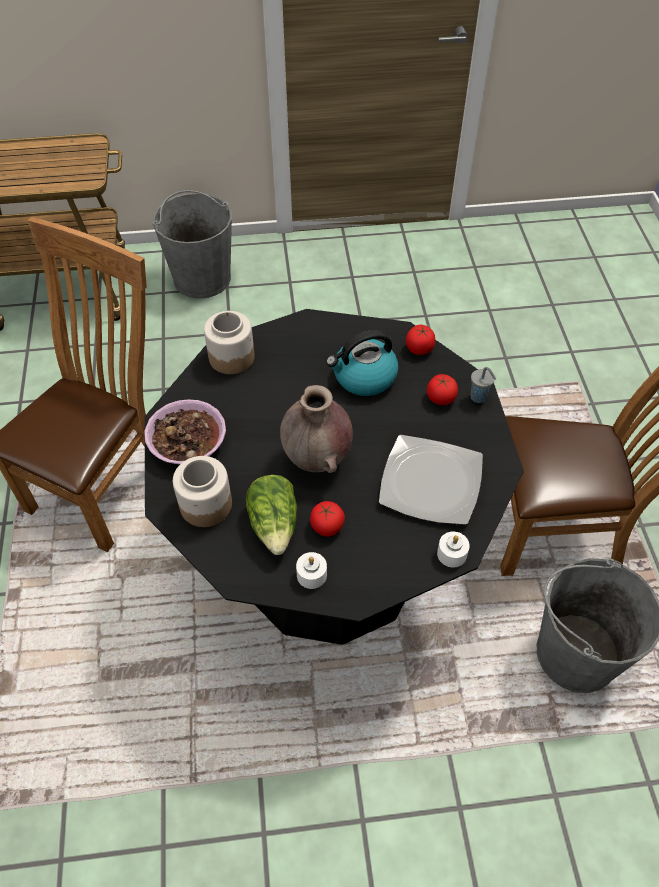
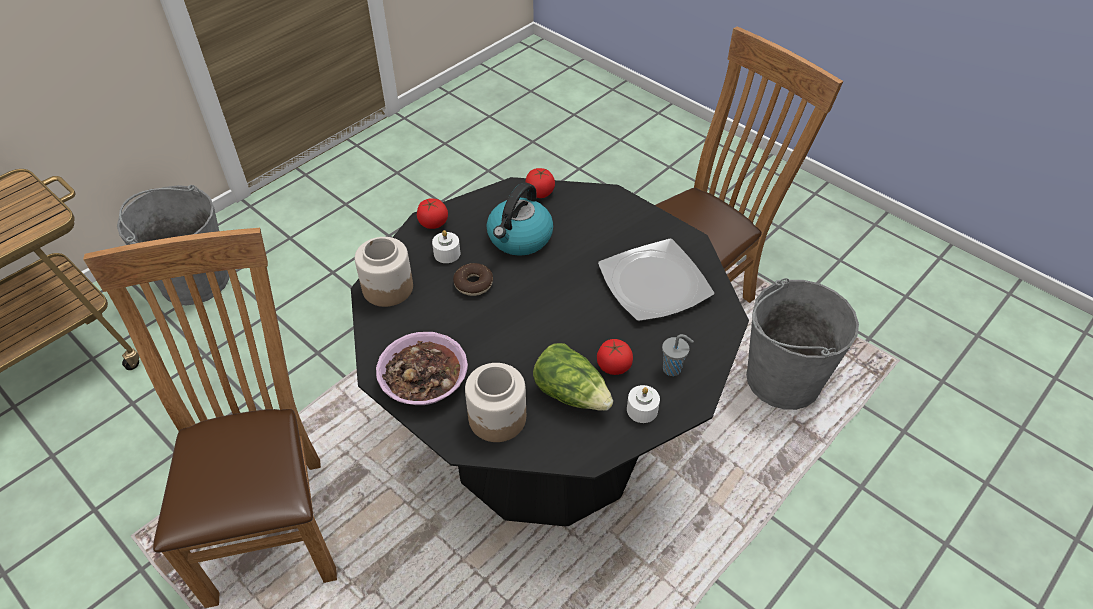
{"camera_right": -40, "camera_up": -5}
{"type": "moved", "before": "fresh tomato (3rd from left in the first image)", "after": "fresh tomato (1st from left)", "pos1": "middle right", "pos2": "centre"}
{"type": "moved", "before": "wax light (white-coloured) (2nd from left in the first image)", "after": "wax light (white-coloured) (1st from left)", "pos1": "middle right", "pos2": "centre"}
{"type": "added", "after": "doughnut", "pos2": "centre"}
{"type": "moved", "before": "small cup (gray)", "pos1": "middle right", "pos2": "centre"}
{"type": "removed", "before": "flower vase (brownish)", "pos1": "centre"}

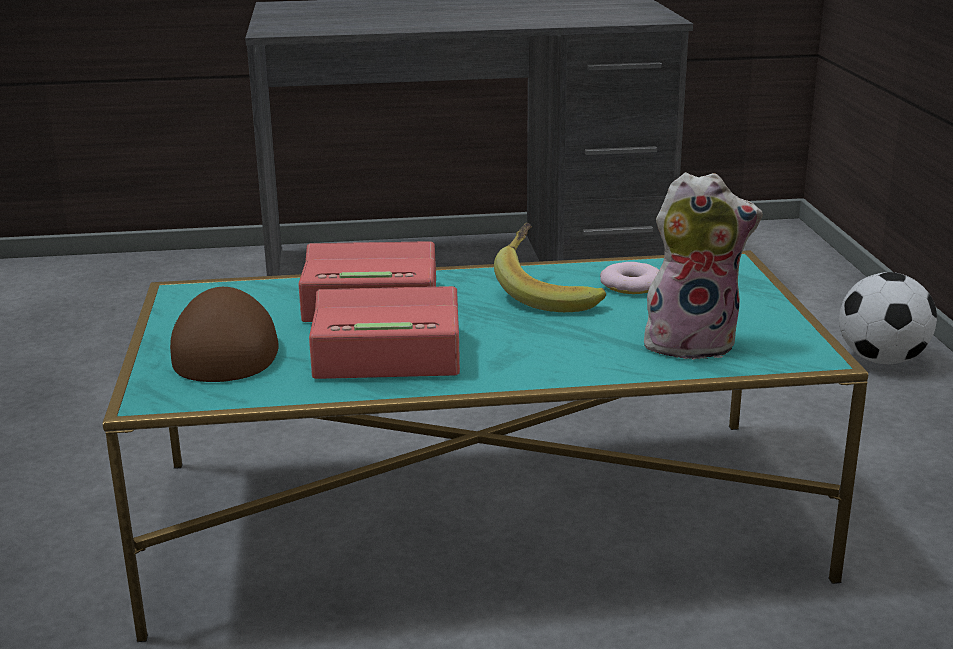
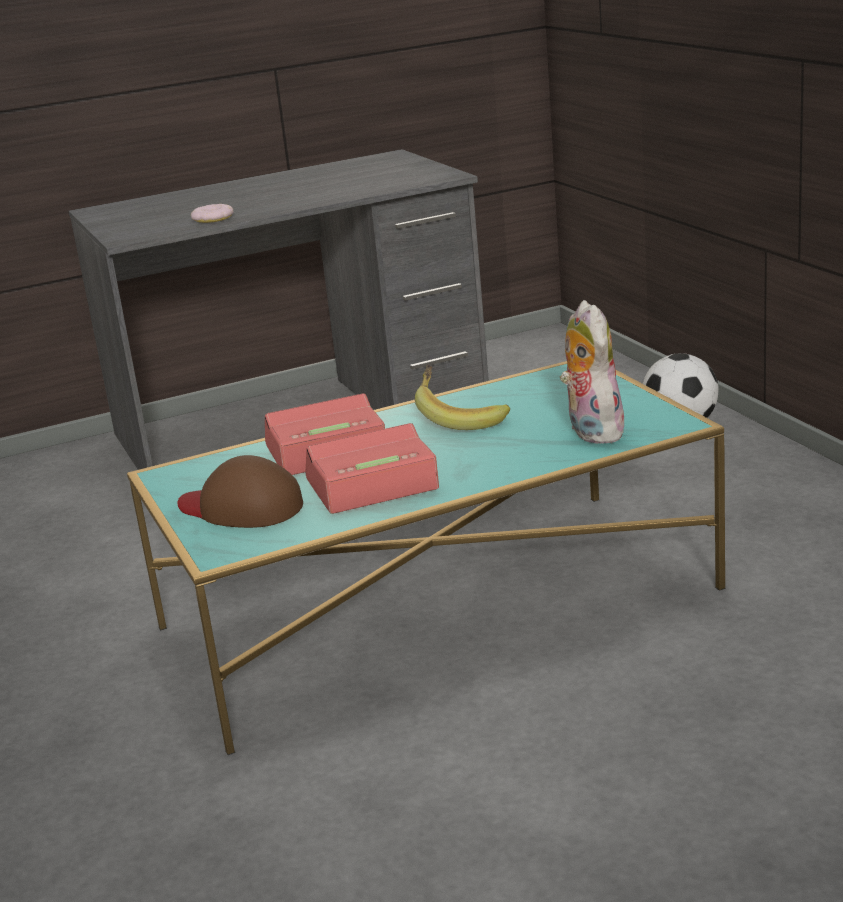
{"camera_right": -15, "camera_up": 0}
{"type": "turned", "before": "cap (brownish)", "pos1": "middle left", "pos2": "middle left", "turn": -45}
{"type": "moved", "before": "doughnut", "pos1": "centre", "pos2": "top left"}
{"type": "turned", "before": "plush toy", "pos1": "middle right", "pos2": "middle right", "turn": -90}

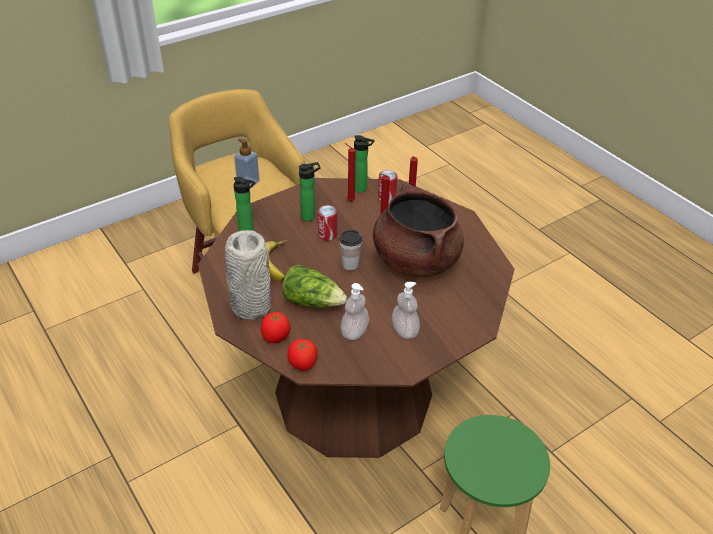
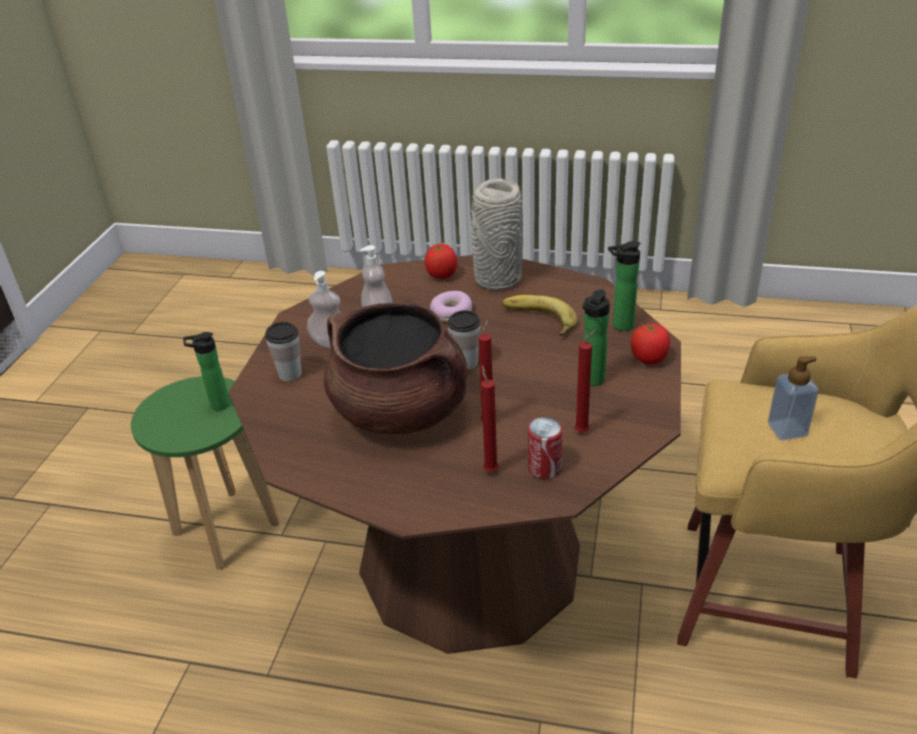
{"camera_right": 140, "camera_up": -5}
{"type": "moved", "before": "drink bottle (3rd from left in the first image)", "after": "drink bottle (1st from left)", "pos1": "top centre", "pos2": "middle left"}
{"type": "added", "after": "small cup (1st from left)", "pos2": "middle left"}
{"type": "replaced", "before": "head of lettuce", "after": "doughnut", "pos1": "centre", "pos2": "centre"}
{"type": "moved", "before": "fresh tomato (2nd from left)", "pos1": "centre", "pos2": "middle right"}
{"type": "removed", "before": "sealed can (1st from left)", "pos1": "centre"}

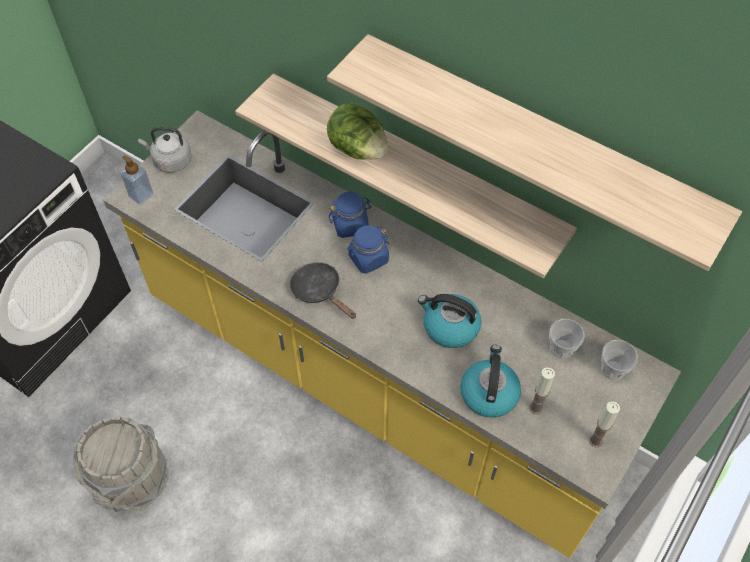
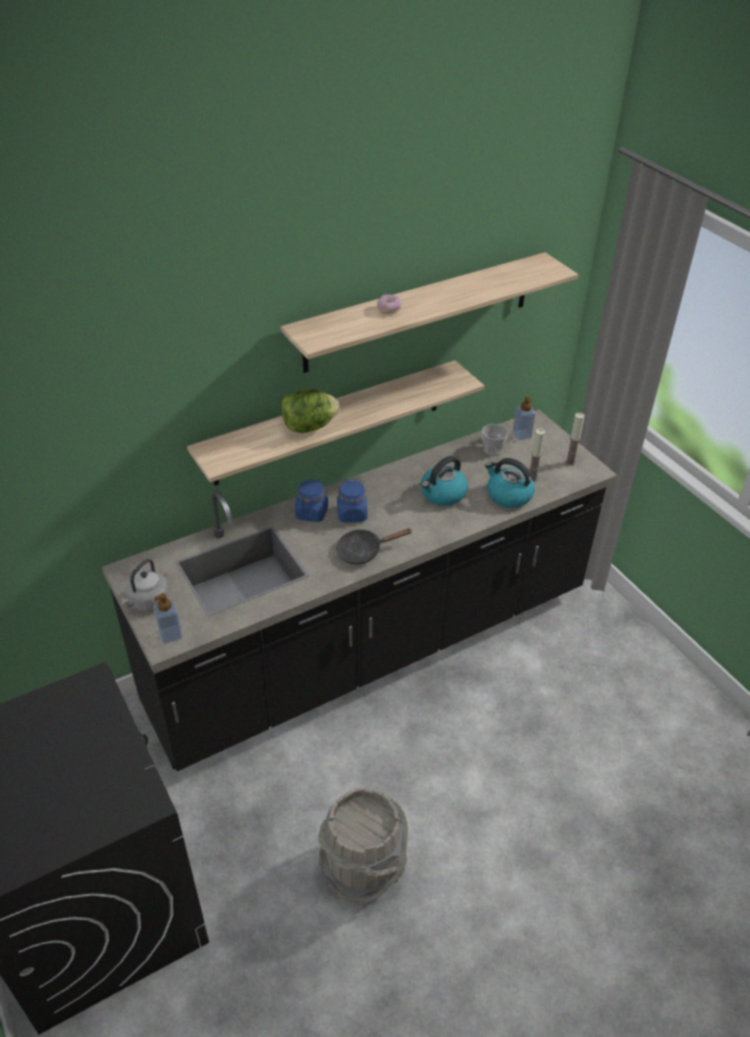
{"camera_right": -65, "camera_up": -15}
{"type": "recoloured", "before": "counter (yellow-coloured)", "after": "counter (blackish)", "pos1": "centre", "pos2": "centre"}
{"type": "added", "after": "doughnut", "pos2": "top centre"}
{"type": "replaced", "before": "small cup (2nd from left)", "after": "soap bottle (2nd from left)", "pos1": "middle right", "pos2": "middle right"}

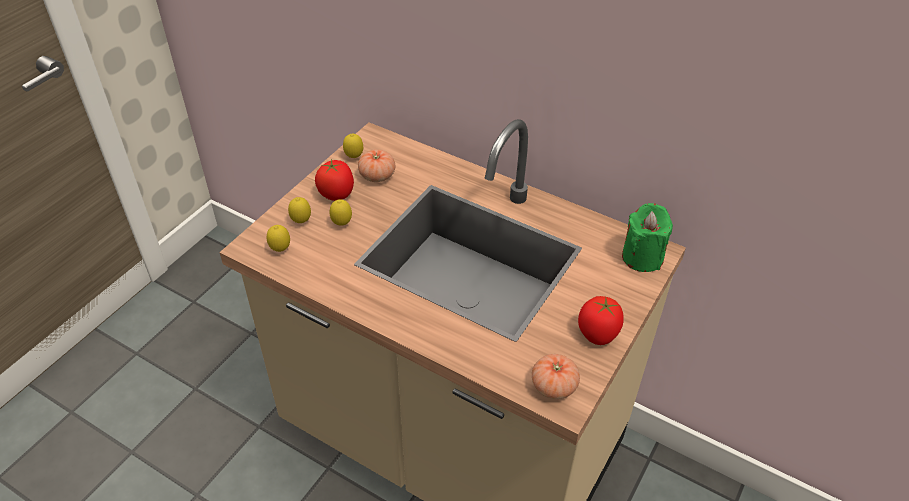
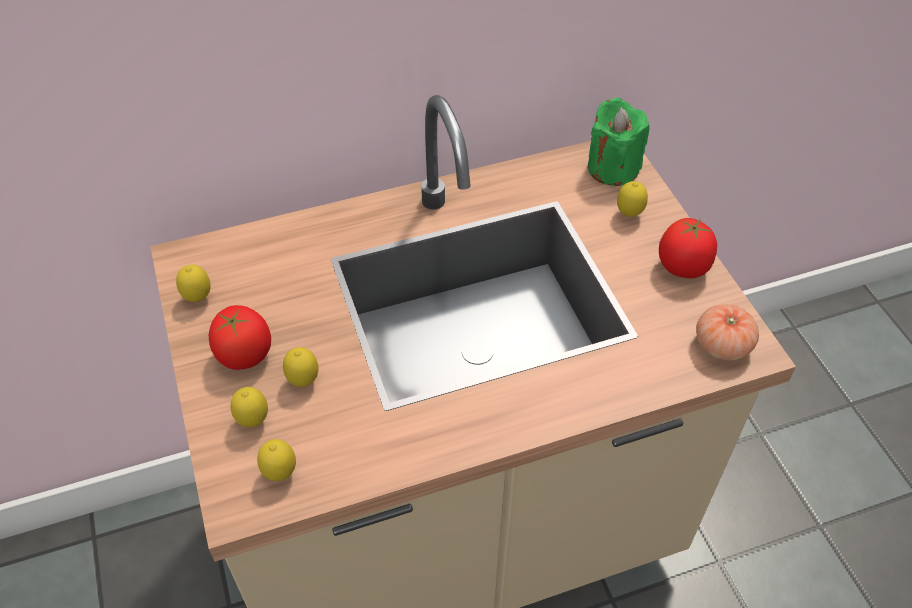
{"camera_right": -50, "camera_up": 5}
{"type": "added", "after": "lemon (5th from left)", "pos2": "top right"}
{"type": "removed", "before": "fresh tomato (2nd from left)", "pos1": "top centre"}

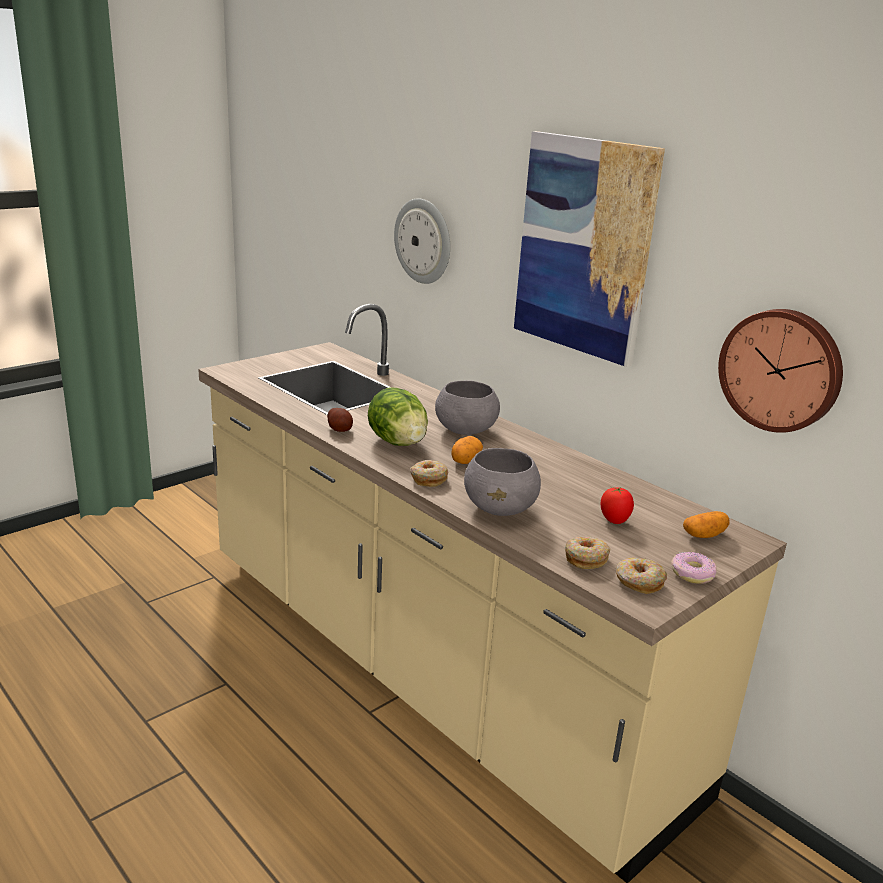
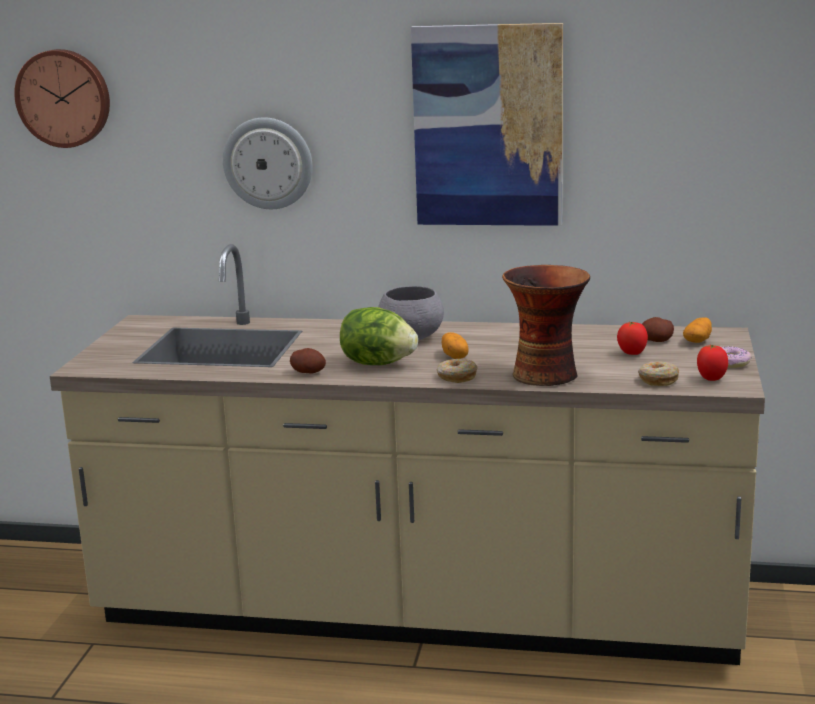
{"camera_right": -35, "camera_up": -5}
{"type": "moved", "before": "hanging clock (2nd from left in the first image)", "after": "hanging clock (1st from left)", "pos1": "middle right", "pos2": "top left"}
{"type": "replaced", "before": "bowl (gray) (2nd from left)", "after": "flower vase", "pos1": "centre", "pos2": "middle right"}
{"type": "added", "after": "spud (3rd from left)", "pos2": "middle right"}
{"type": "replaced", "before": "doughnut (3rd from left)", "after": "fresh tomato (2nd from left)", "pos1": "middle right", "pos2": "middle right"}

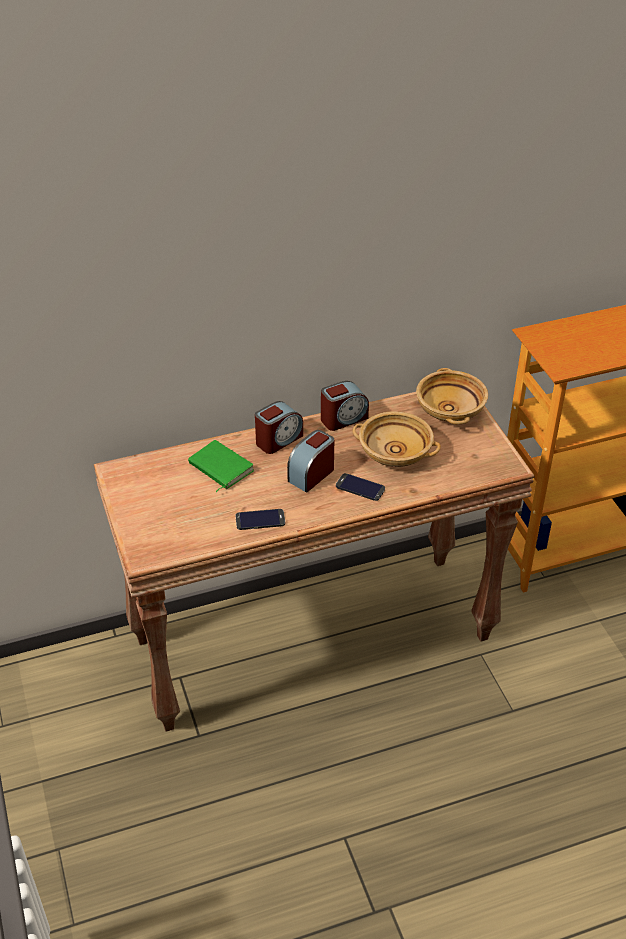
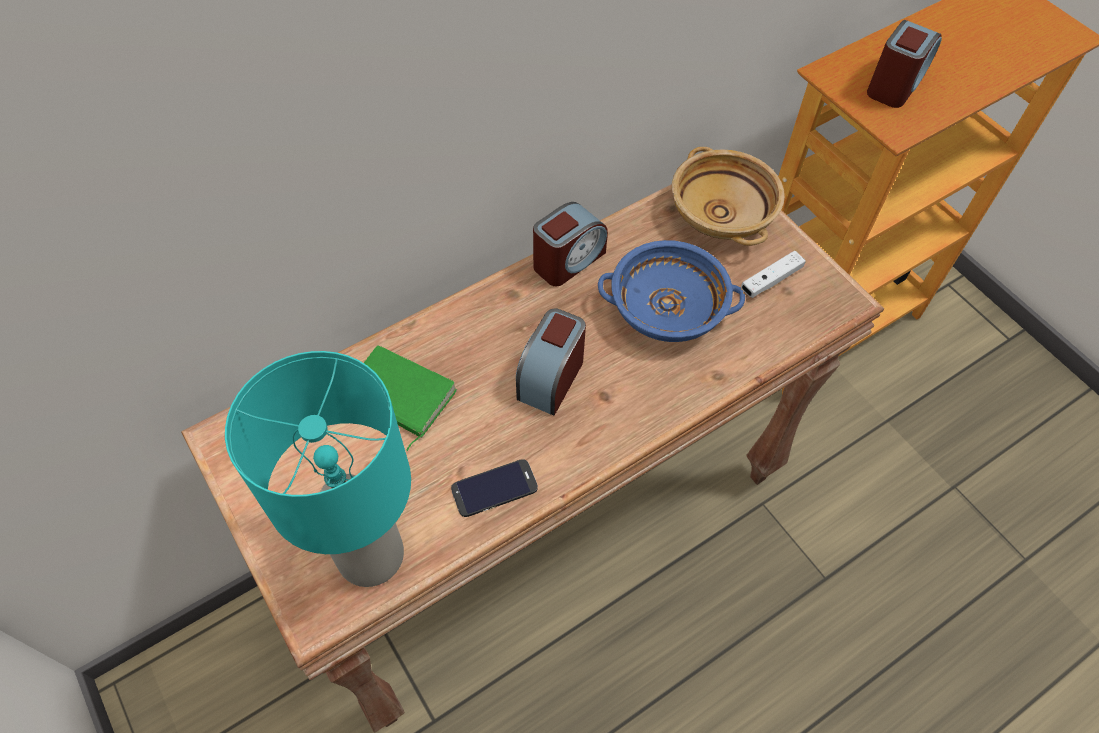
{"camera_right": -15, "camera_up": 15}
{"type": "added", "after": "tabletop lamp (turquoise)", "pos2": "middle left"}
{"type": "recoloured", "before": "bowl (beige) (1st from left)", "after": "bowl (blue-coloured)", "pos1": "centre", "pos2": "centre"}
{"type": "added", "after": "game controller (white-coloured)", "pos2": "middle right"}
{"type": "moved", "before": "alarm clock (1st from left in the first image)", "after": "alarm clock (3rd from left)", "pos1": "centre", "pos2": "top right"}
{"type": "removed", "before": "phone (2nd from left)", "pos1": "centre"}

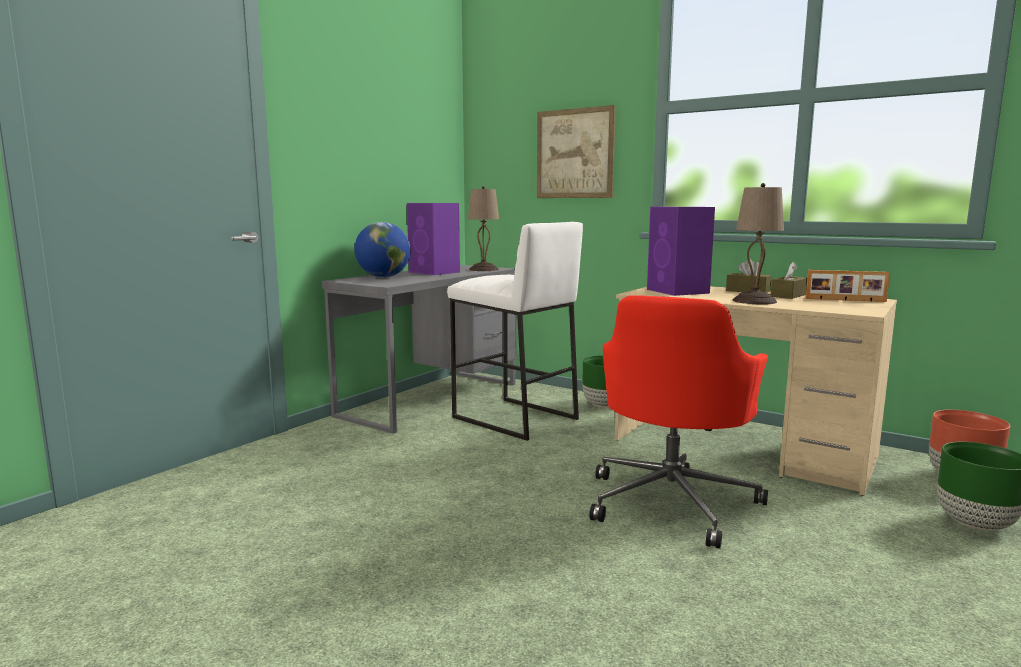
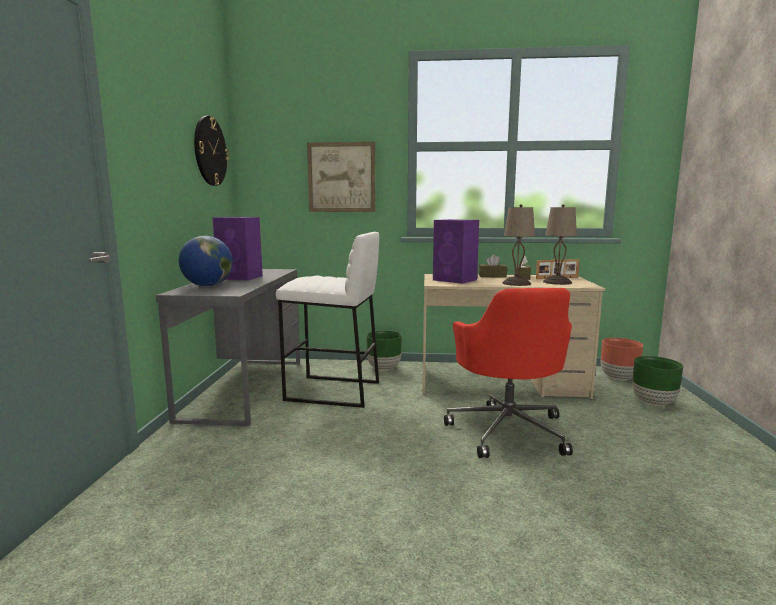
{"camera_right": -30, "camera_up": 0}
{"type": "added", "after": "hanging clock", "pos2": "top left"}
{"type": "moved", "before": "tabletop lamp (beige) (1st from left in the first image)", "after": "tabletop lamp (beige) (2nd from left)", "pos1": "centre", "pos2": "middle right"}

